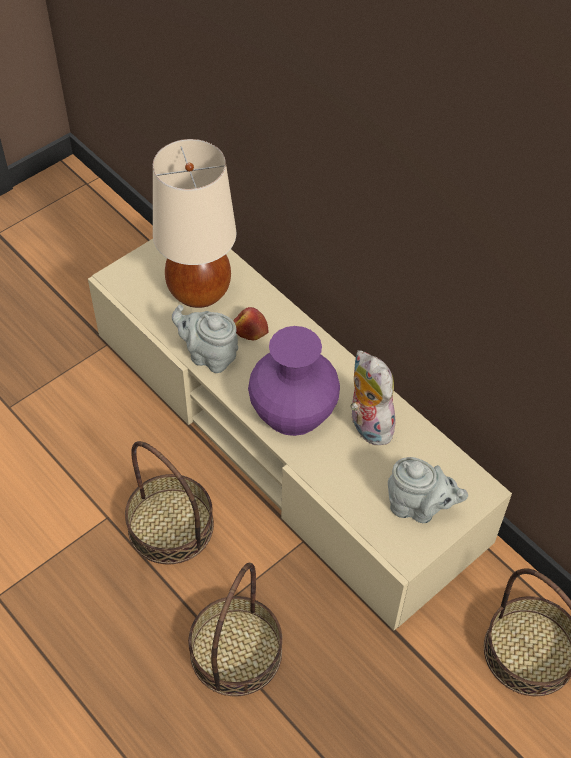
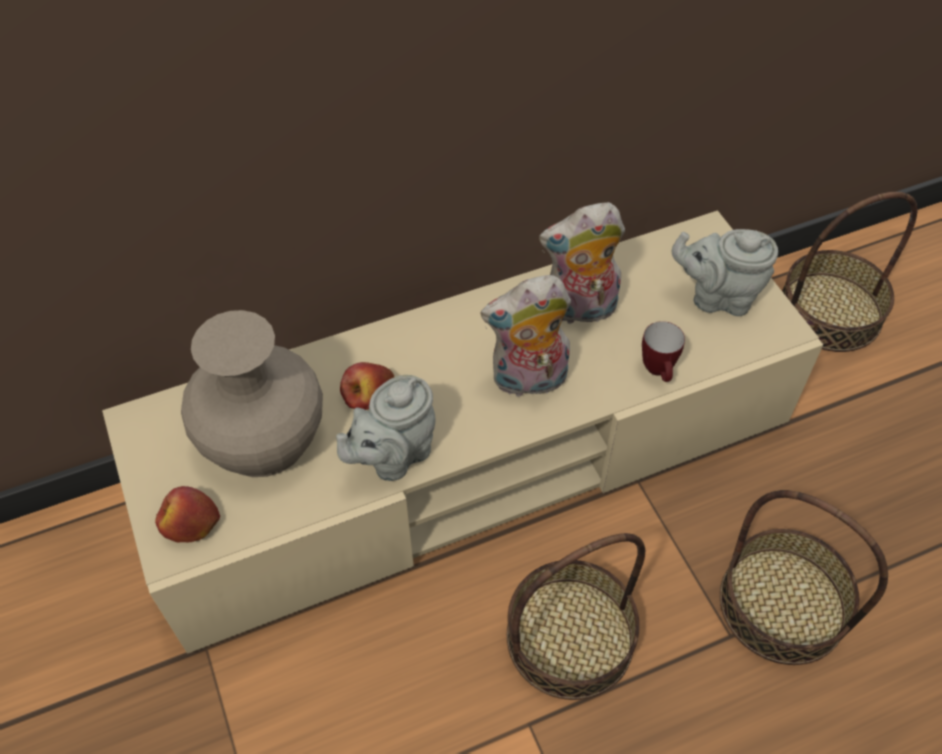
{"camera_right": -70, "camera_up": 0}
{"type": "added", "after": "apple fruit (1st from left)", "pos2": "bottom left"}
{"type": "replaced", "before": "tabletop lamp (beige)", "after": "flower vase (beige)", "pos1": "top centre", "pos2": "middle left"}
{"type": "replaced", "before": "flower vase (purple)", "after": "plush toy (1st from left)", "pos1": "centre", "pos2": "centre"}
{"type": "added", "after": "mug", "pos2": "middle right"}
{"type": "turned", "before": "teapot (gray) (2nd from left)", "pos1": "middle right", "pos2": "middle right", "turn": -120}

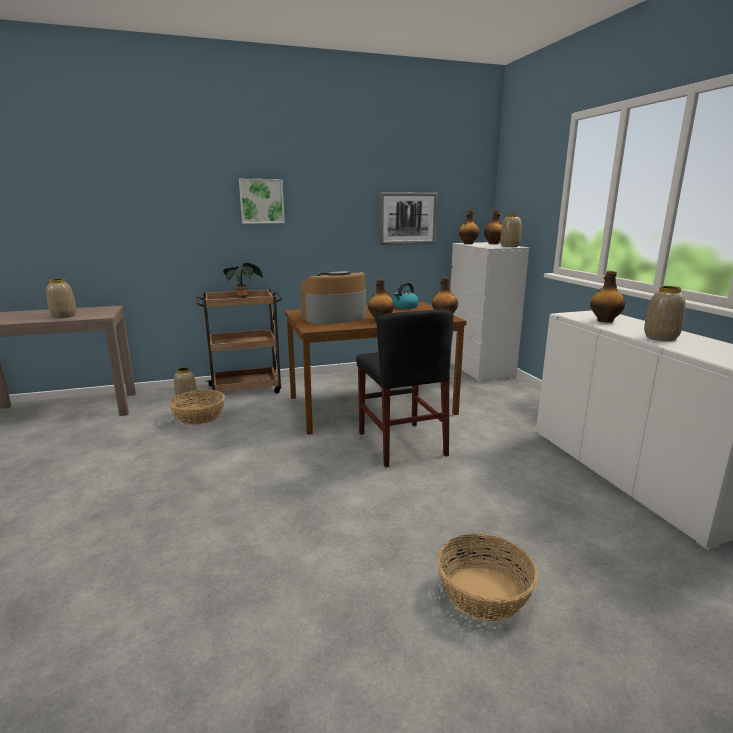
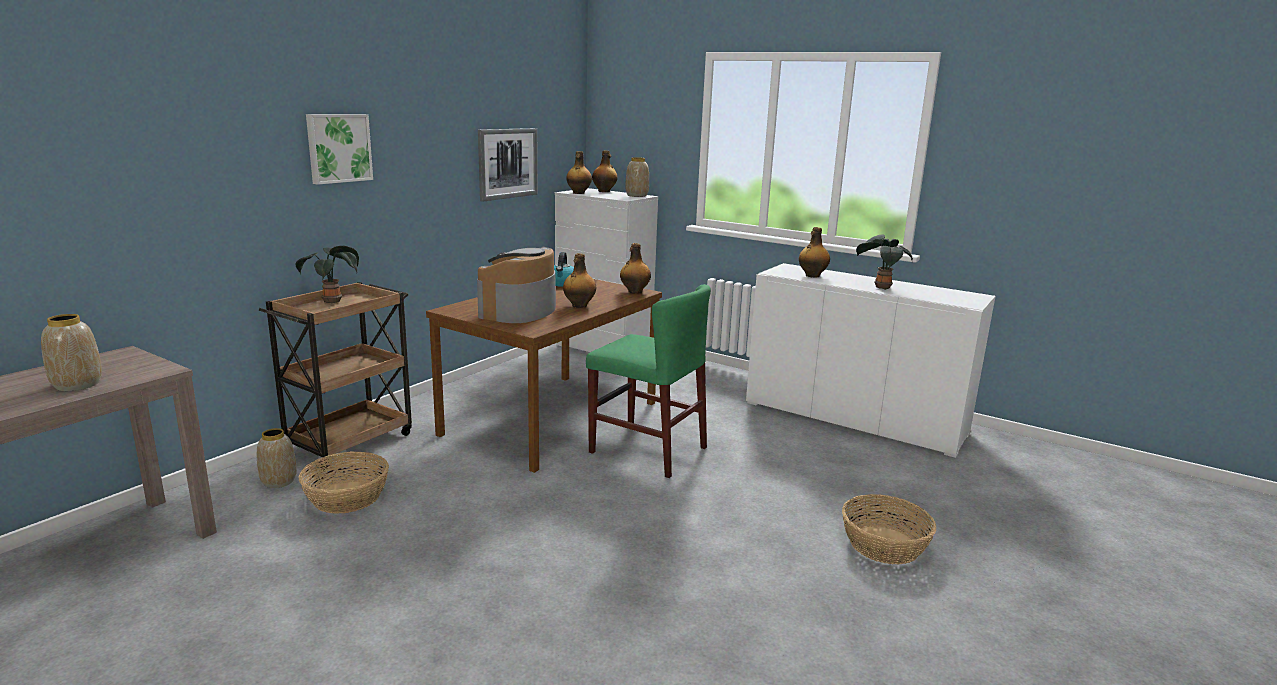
{"camera_right": -40, "camera_up": 0}
{"type": "recoloured", "before": "upright chair (blackish)", "after": "upright chair (green)", "pos1": "centre", "pos2": "centre"}
{"type": "replaced", "before": "flower vase (4th from left)", "after": "potted plant (2nd from left)", "pos1": "middle right", "pos2": "middle right"}

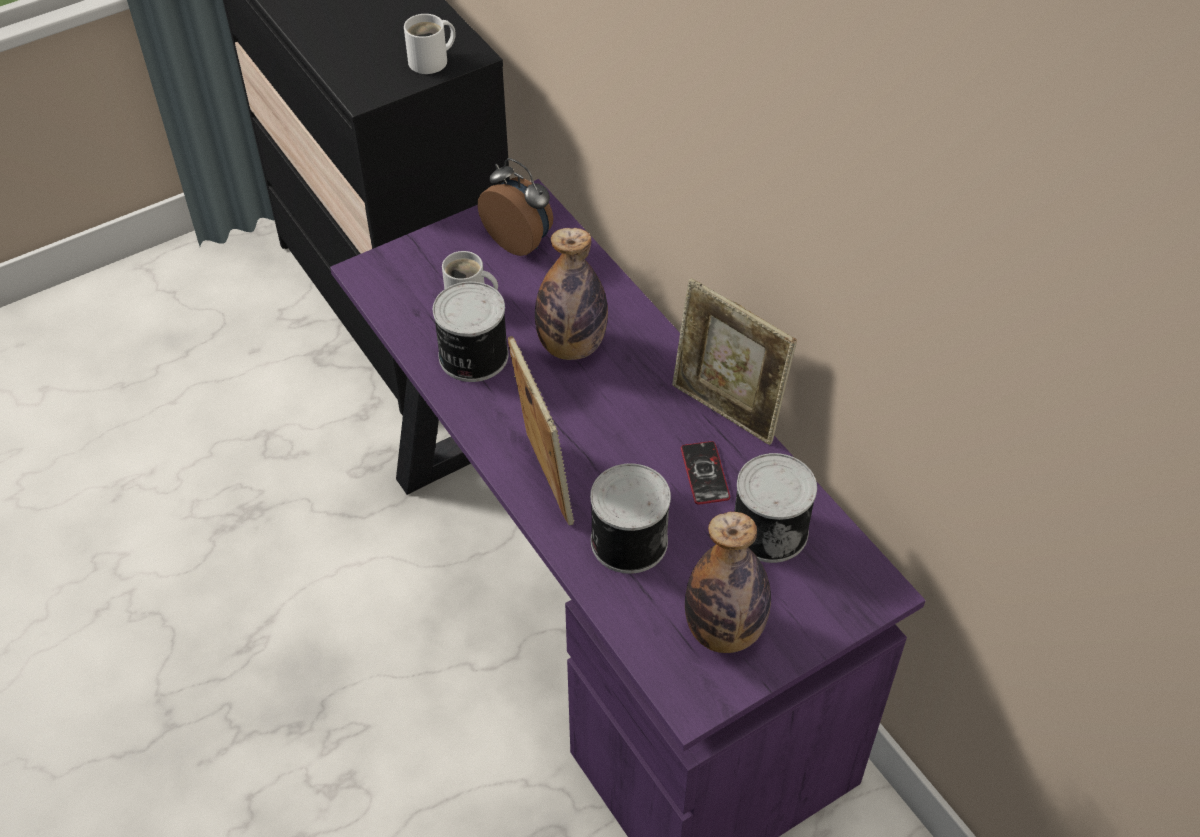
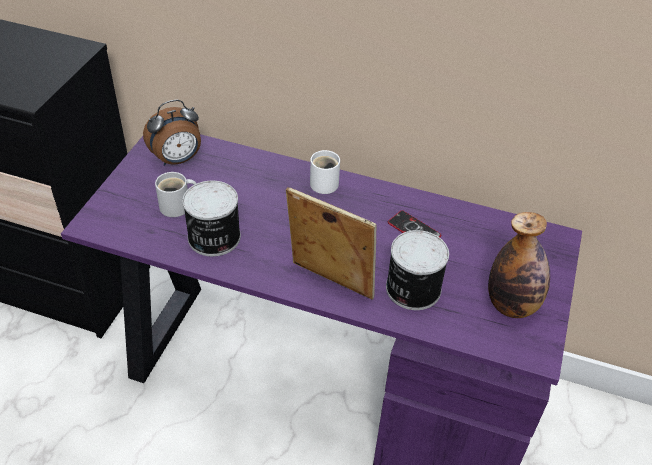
{"camera_right": -40, "camera_up": -5}
{"type": "turned", "before": "alarm clock", "pos1": "top centre", "pos2": "top left", "turn": 150}
{"type": "moved", "before": "mug (white-coloured) (1st from left in the first image)", "after": "mug (white-coloured) (2nd from left)", "pos1": "top centre", "pos2": "centre"}
{"type": "removed", "before": "drink bottle (1st from left)", "pos1": "centre"}
{"type": "removed", "before": "standing frame (2nd from left)", "pos1": "centre"}
{"type": "removed", "before": "sealed can (3rd from left)", "pos1": "centre"}

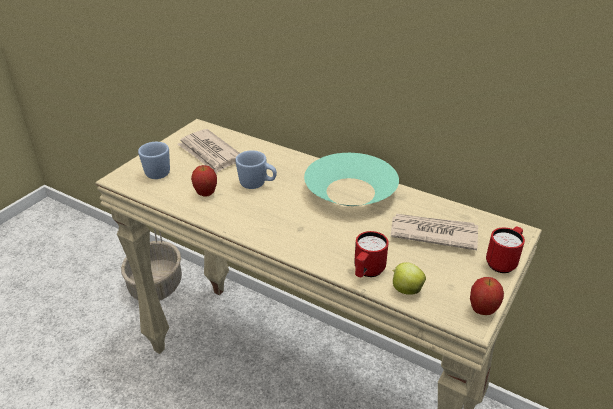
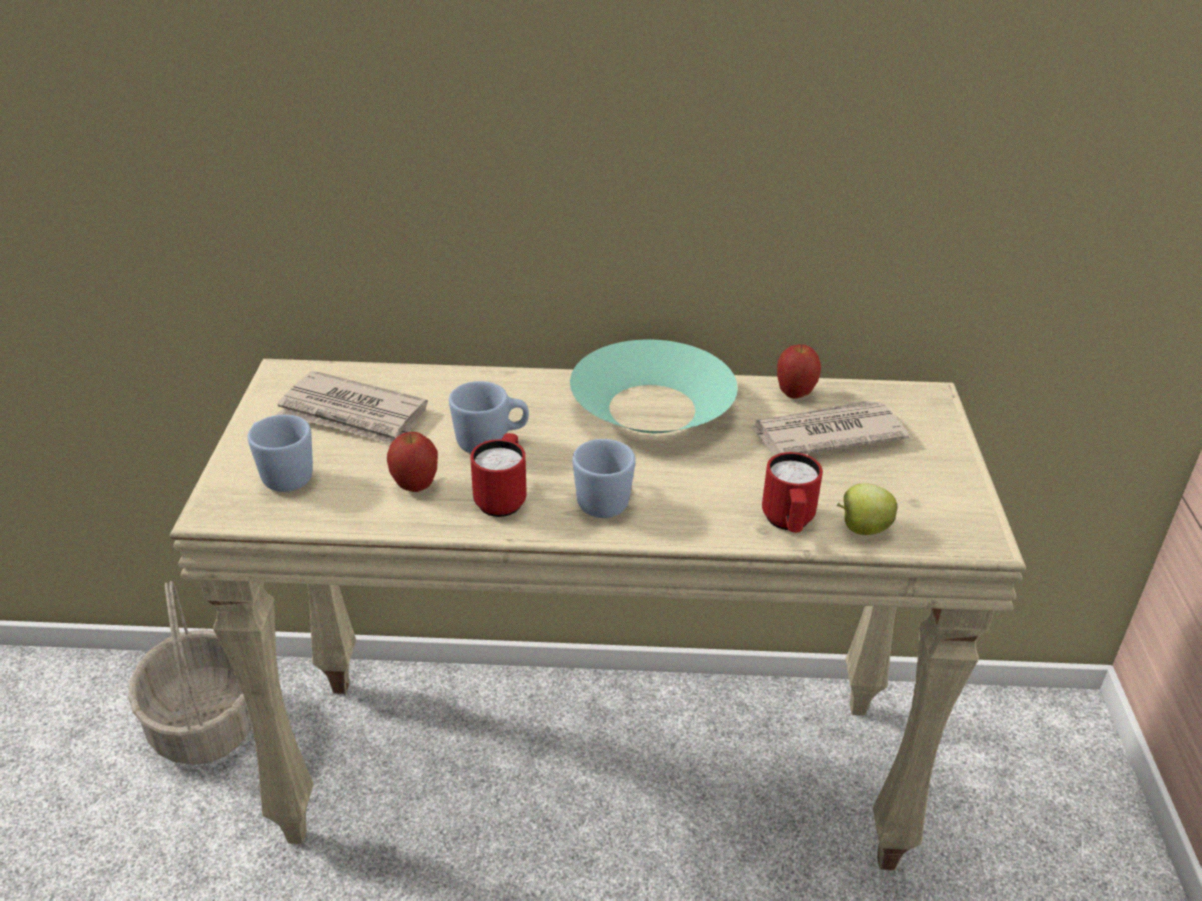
{"camera_right": -30, "camera_up": 0}
{"type": "moved", "before": "mug (red-coloured) (2nd from left in the first image)", "after": "mug (red-coloured) (1st from left)", "pos1": "middle right", "pos2": "centre"}
{"type": "added", "after": "mug (blue-coloured) (3rd from left)", "pos2": "centre"}
{"type": "moved", "before": "apple fruit (3rd from left in the first image)", "after": "apple fruit (2nd from left)", "pos1": "bottom right", "pos2": "centre"}

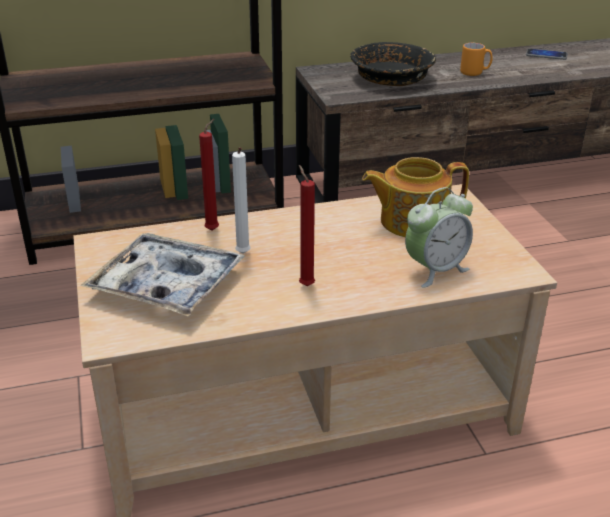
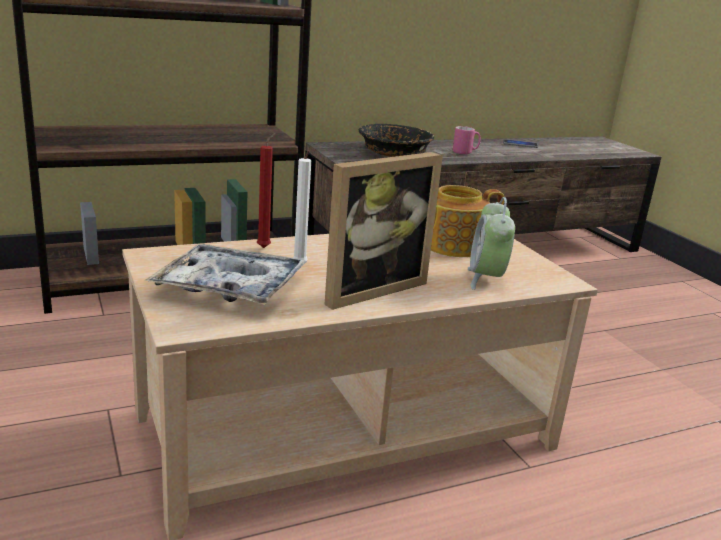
{"camera_right": -10, "camera_up": -10}
{"type": "replaced", "before": "wax light (red-coloured) (2nd from left)", "after": "standing frame", "pos1": "centre", "pos2": "centre"}
{"type": "recoloured", "before": "mug (orange-coloured)", "after": "mug (pink-coloured)", "pos1": "top right", "pos2": "top centre"}
{"type": "turned", "before": "alarm clock", "pos1": "middle right", "pos2": "middle right", "turn": 135}

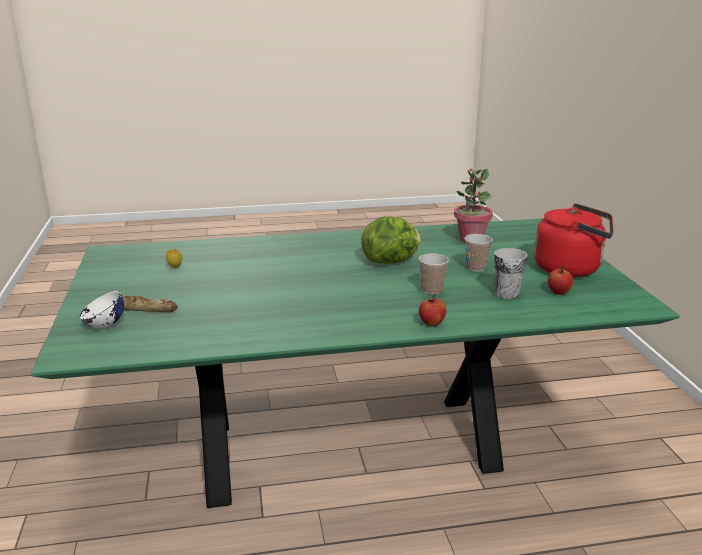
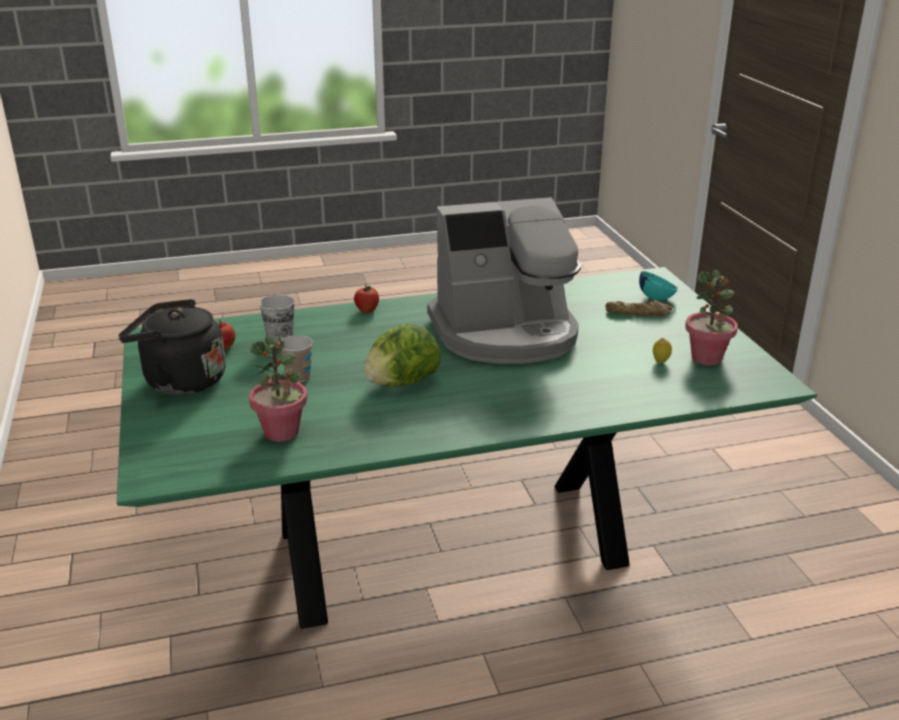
{"camera_right": 175, "camera_up": 5}
{"type": "recoloured", "before": "water kettle (red-coloured)", "after": "water kettle (blackish)", "pos1": "middle right", "pos2": "middle left"}
{"type": "added", "after": "coffee maker", "pos2": "centre"}
{"type": "recoloured", "before": "bowl (white-coloured)", "after": "bowl (turquoise)", "pos1": "middle left", "pos2": "middle right"}
{"type": "added", "after": "potted plant (2nd from left)", "pos2": "middle right"}
{"type": "removed", "before": "small cup (1st from left)", "pos1": "centre"}

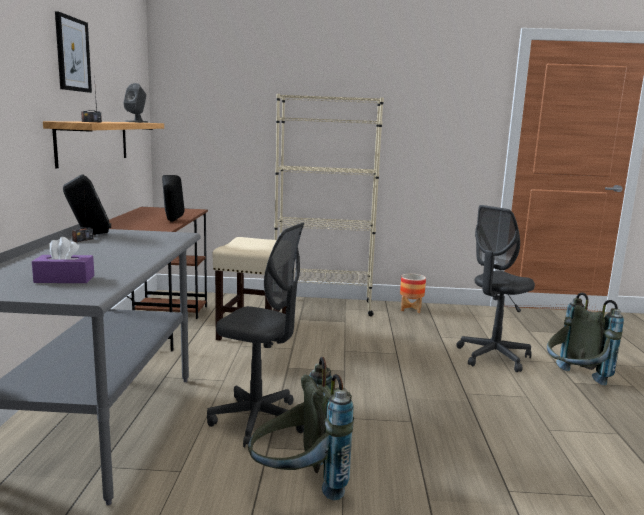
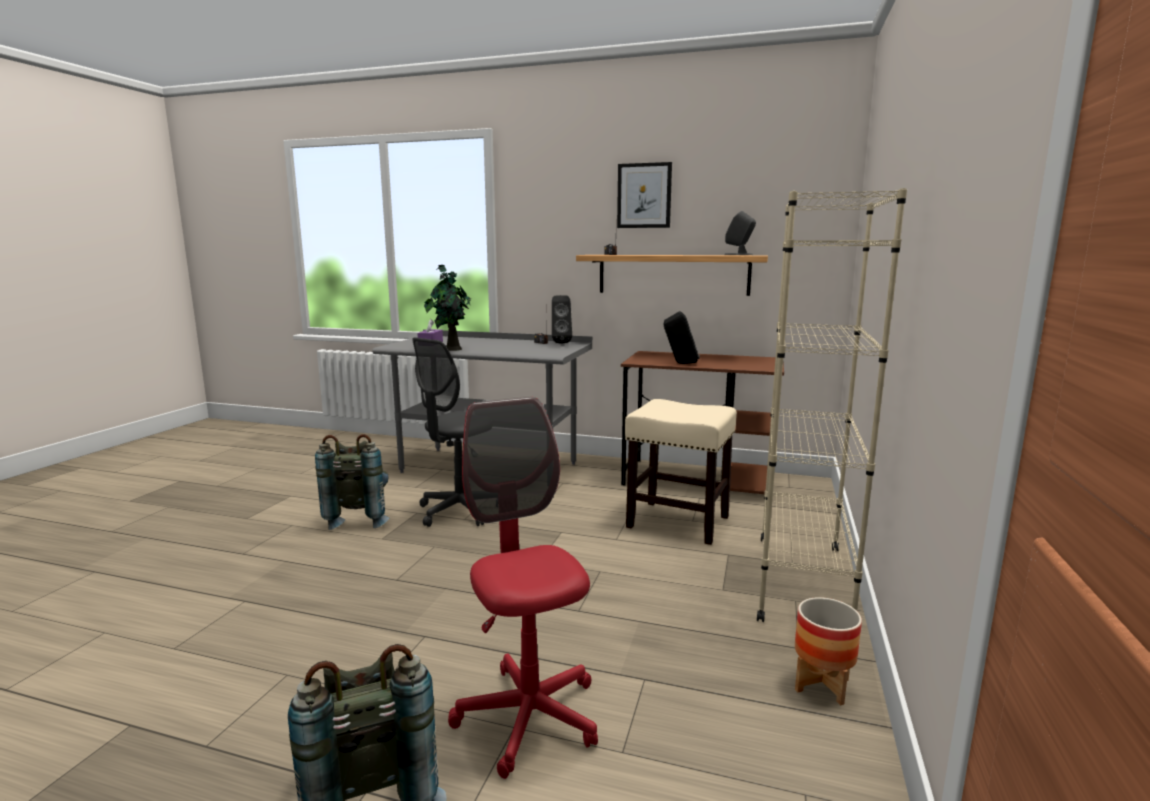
{"camera_right": 105, "camera_up": 0}
{"type": "added", "after": "potted plant", "pos2": "centre"}
{"type": "recoloured", "before": "computer chair (gray) (2nd from left)", "after": "computer chair (red-coloured)", "pos1": "middle right", "pos2": "bottom centre"}

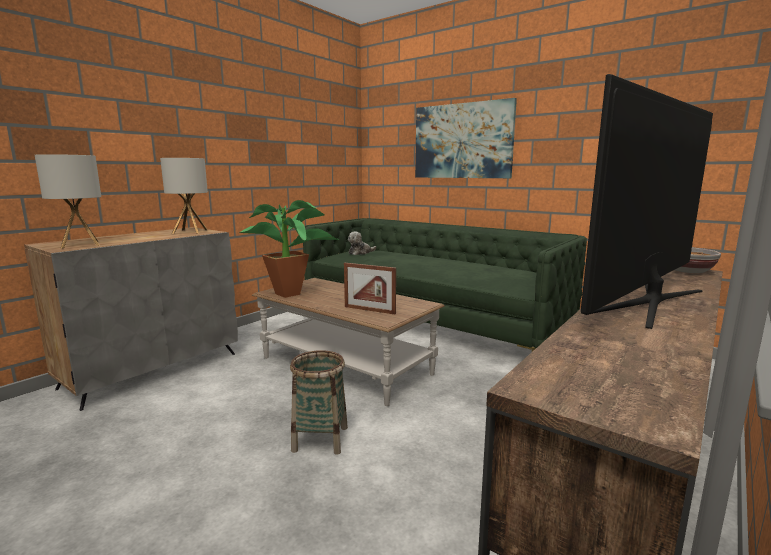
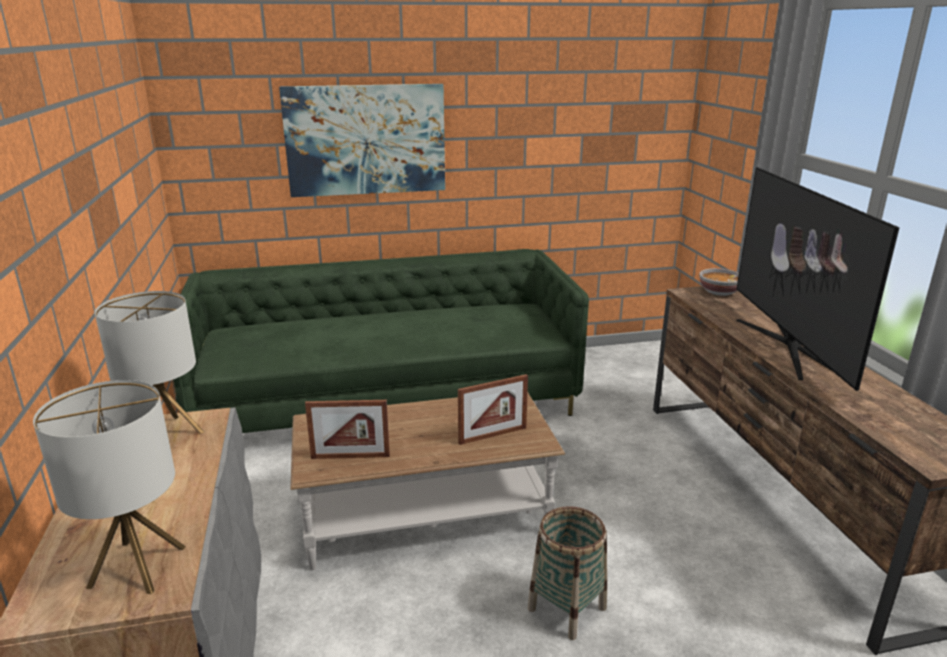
{"camera_right": -50, "camera_up": 10}
{"type": "replaced", "before": "potted plant", "after": "standing frame (1st from left)", "pos1": "centre", "pos2": "centre"}
{"type": "removed", "before": "plush toy", "pos1": "centre"}

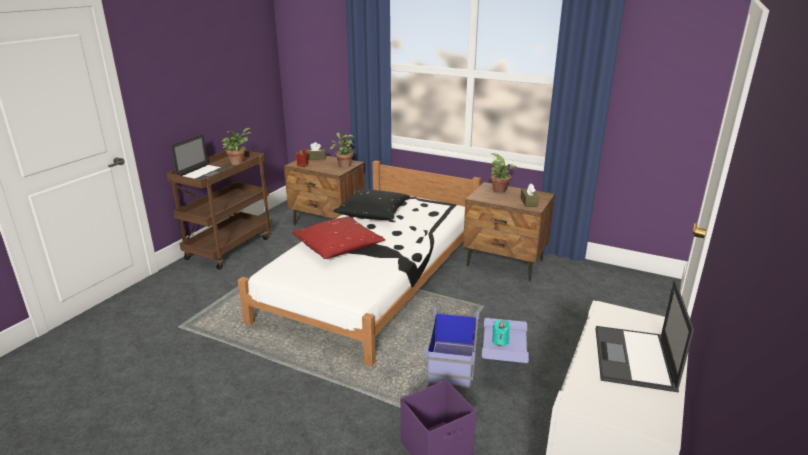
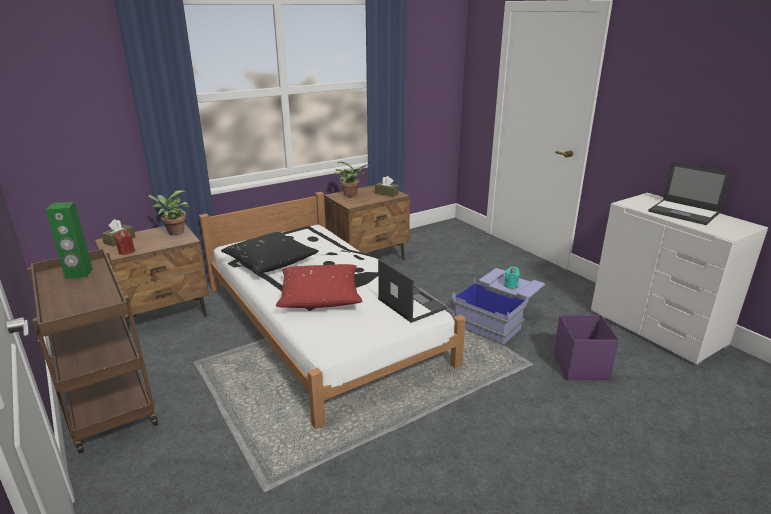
{"camera_right": -60, "camera_up": 0}
{"type": "replaced", "before": "potted plant (1st from left)", "after": "audio speaker (green)", "pos1": "top left", "pos2": "middle left"}
{"type": "moved", "before": "laptop (1st from left)", "pos1": "middle left", "pos2": "centre"}

